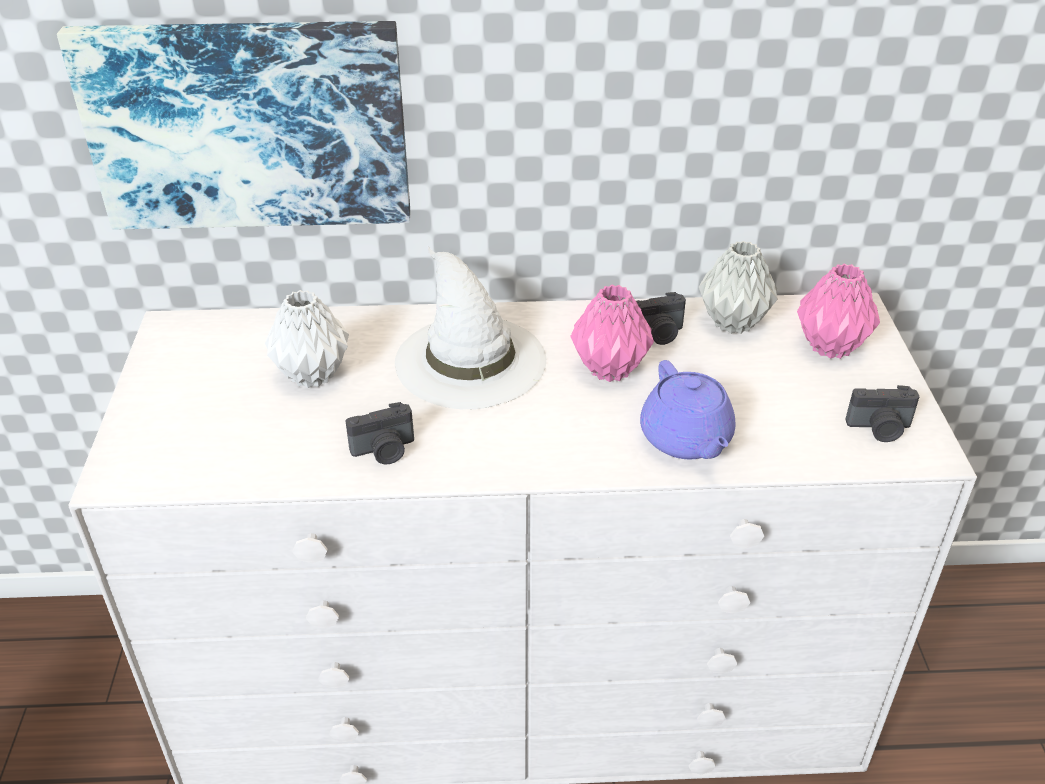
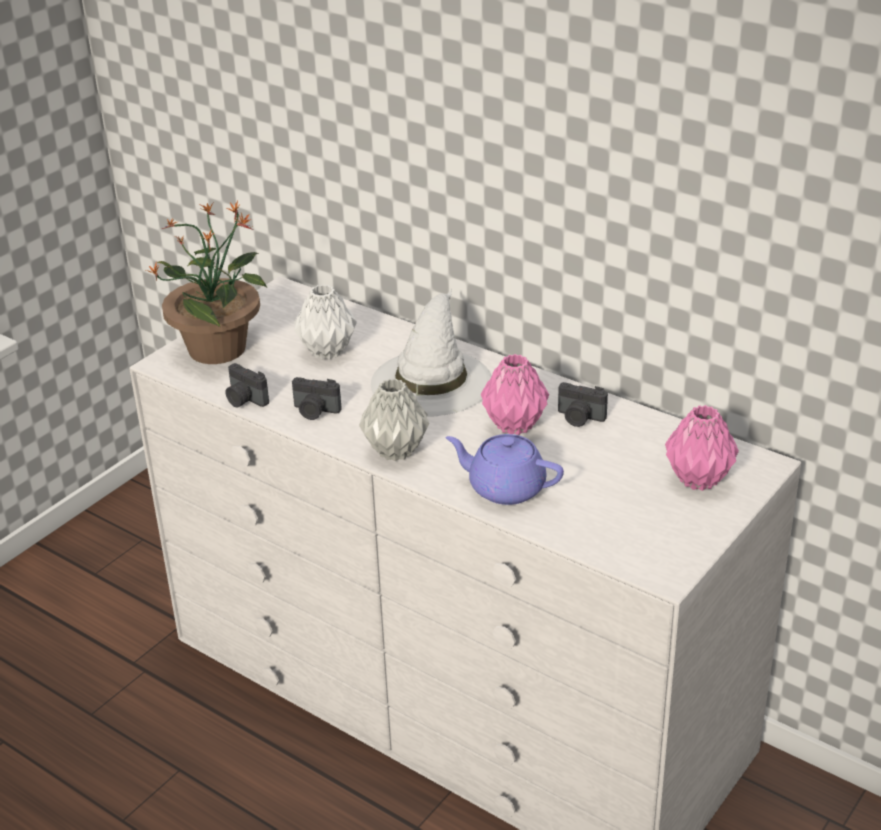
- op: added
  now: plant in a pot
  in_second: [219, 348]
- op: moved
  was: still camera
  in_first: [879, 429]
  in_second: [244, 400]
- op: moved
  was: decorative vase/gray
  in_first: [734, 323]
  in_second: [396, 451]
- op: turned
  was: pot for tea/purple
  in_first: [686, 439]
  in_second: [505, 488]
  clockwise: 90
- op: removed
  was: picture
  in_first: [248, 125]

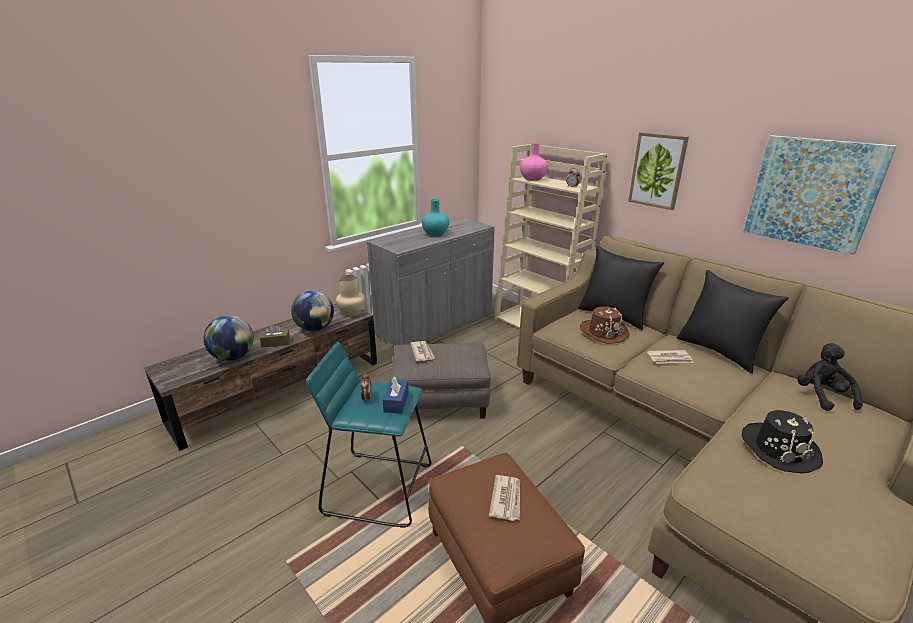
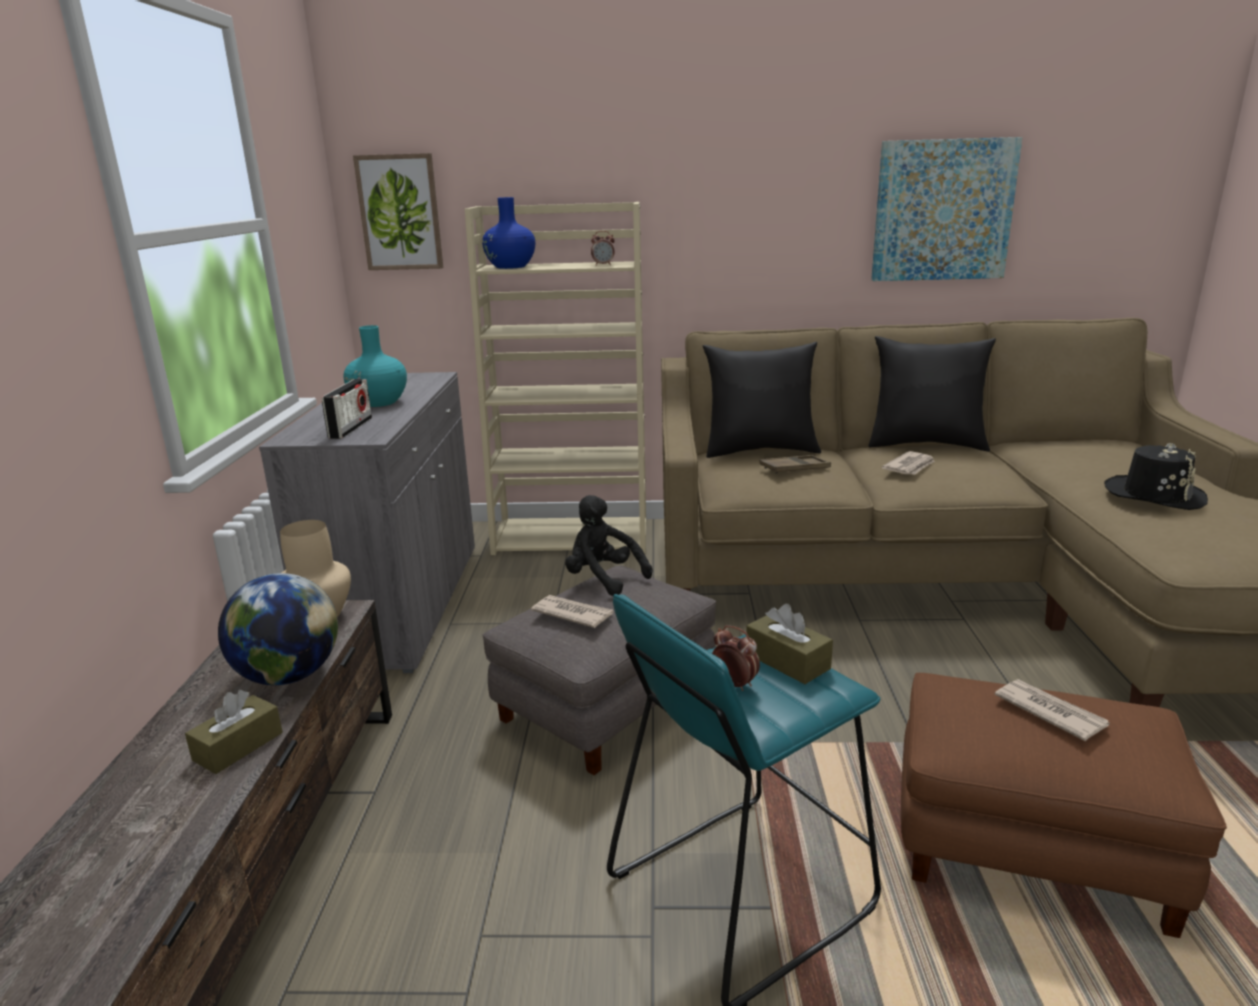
- op: added
  now: radio set
  in_second: [351, 428]
- op: moved
  was: picture
  in_first: [657, 170]
  in_second: [400, 212]
- op: recoloured
  was: decorative vase/pink-coloured
  now: decorative vase/blue-coloured
  in_first: [532, 179]
  in_second: [510, 267]
- op: moved
  was: cuddly toy/black
  in_first: [821, 396]
  in_second: [603, 579]
- op: recoloured
  was: box of tissues/blue-coloured
  now: box of tissues/brownish
  in_first: [396, 402]
  in_second: [787, 661]
- op: replaced
  was: clothing hat/brownish
  now: serving tray/brownish
  in_first: [603, 332]
  in_second: [794, 469]
- op: removed
  was: world globe
  in_first: [233, 357]

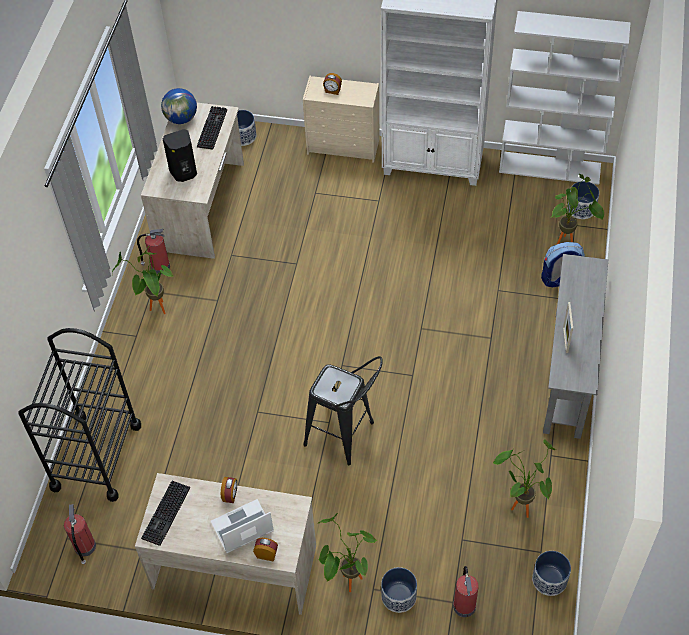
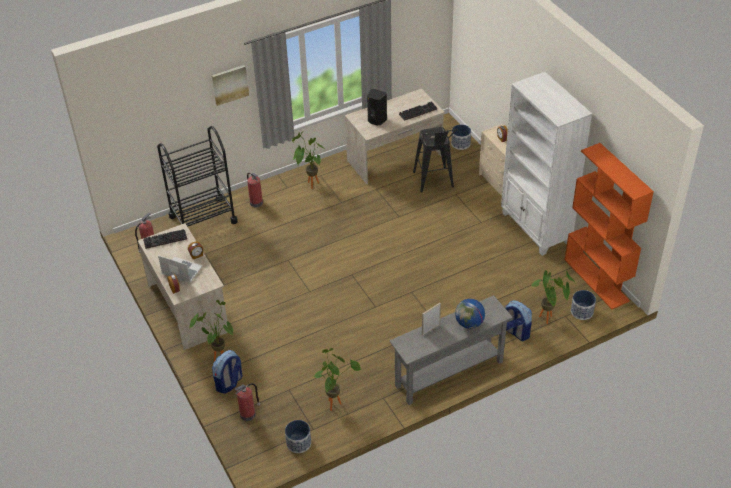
- op: added
  now: picture
  in_second: [230, 84]
- op: replaced
  was: flower pot
  now: rucksack
  in_first: [399, 596]
  in_second: [229, 383]
- op: moved
  was: extinguisher
  in_first: [159, 267]
  in_second: [256, 202]
- op: moved
  was: stool/black
  in_first: [346, 437]
  in_second: [434, 183]
- op: moved
  was: world globe
  in_first: [181, 118]
  in_second: [469, 323]
- op: recoloured
  was: shelving unit/white-coloured
  now: shelving unit/orange
  in_first: [550, 168]
  in_second: [597, 280]

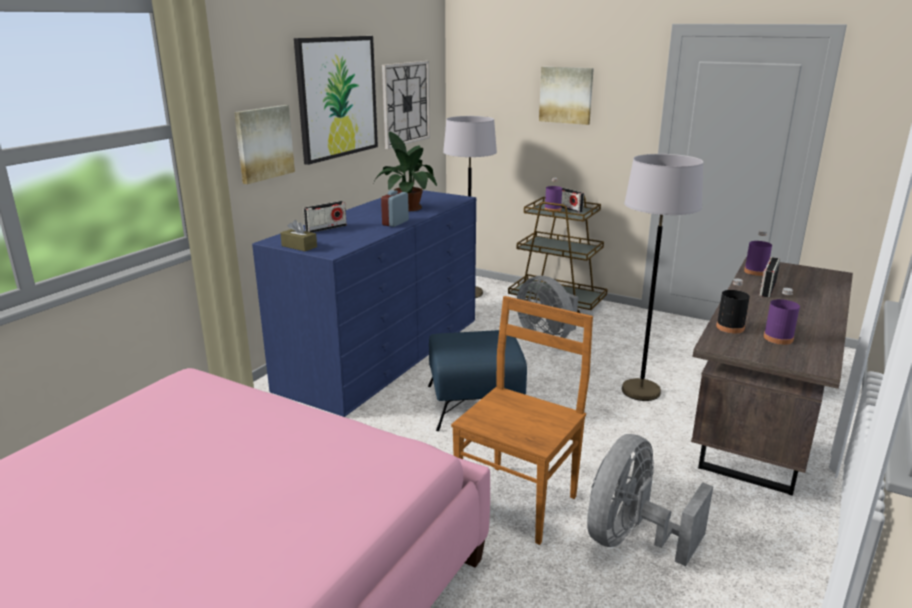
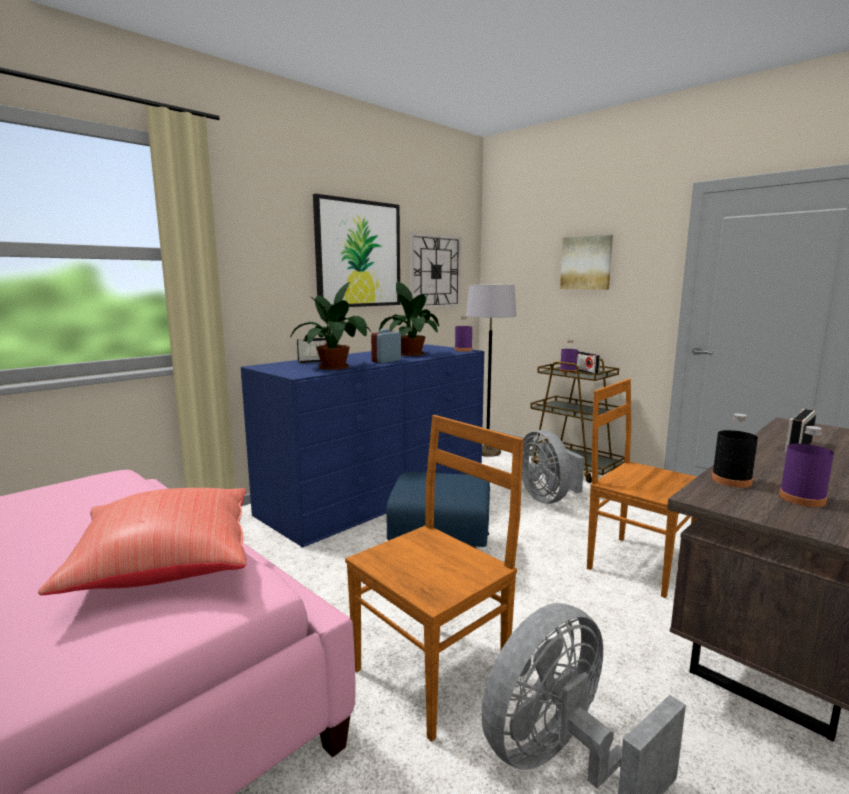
- op: added
  now: pillow/red-coloured
  in_second: [165, 566]
- op: added
  now: plant in a pot
  in_second: [336, 367]
- op: moved
  was: drink bottle/purple
  in_first: [755, 272]
  in_second: [463, 350]
- op: replaced
  was: standard lamp/gray
  now: plain chair/brownish
  in_first: [640, 391]
  in_second: [637, 564]
- op: removed
  was: picture
  in_first: [263, 143]
- op: removed
  was: box of tissues/brownish
  in_first: [299, 246]

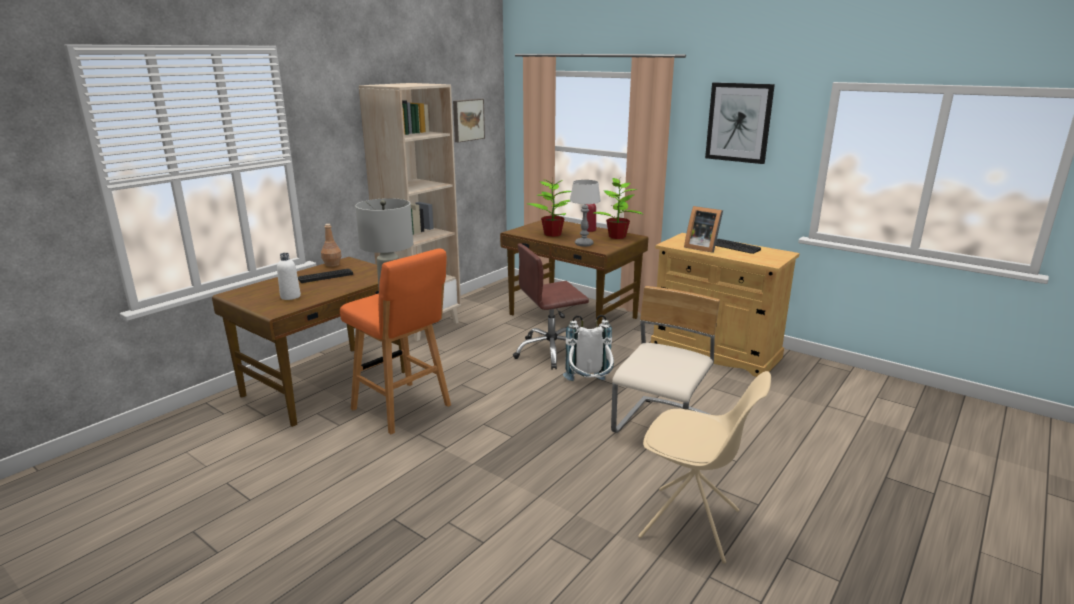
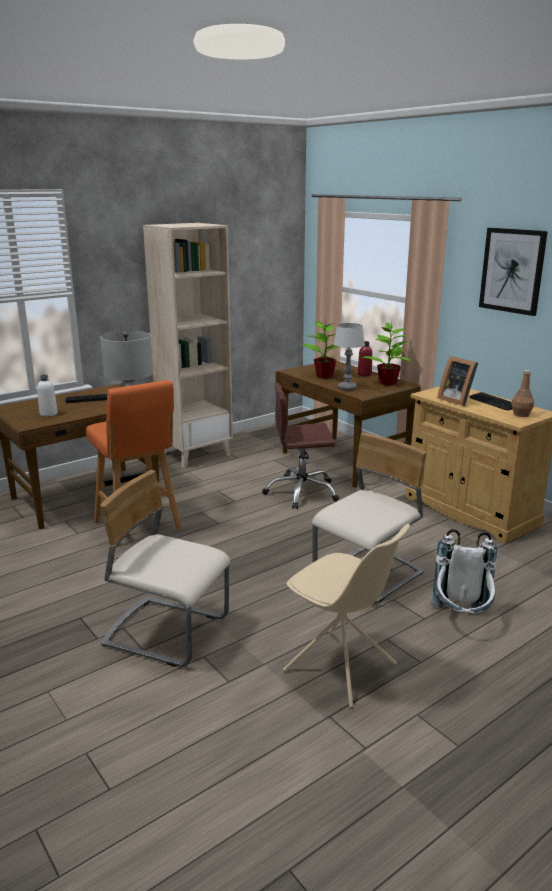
- op: added
  now: plain chair/beige-coloured
  in_second: [167, 632]
- op: moved
  was: rucksack/white-coloured
  in_first: [589, 387]
  in_second: [461, 619]
- op: moved
  was: drink bottle/brownish
  in_first: [332, 264]
  in_second: [521, 414]
- op: removed
  was: picture
  in_first: [467, 120]

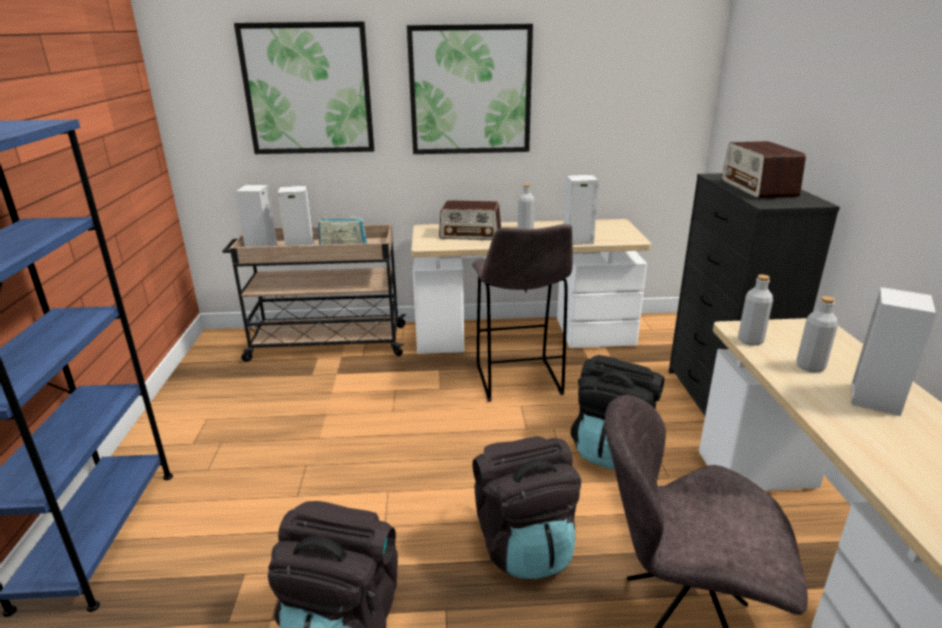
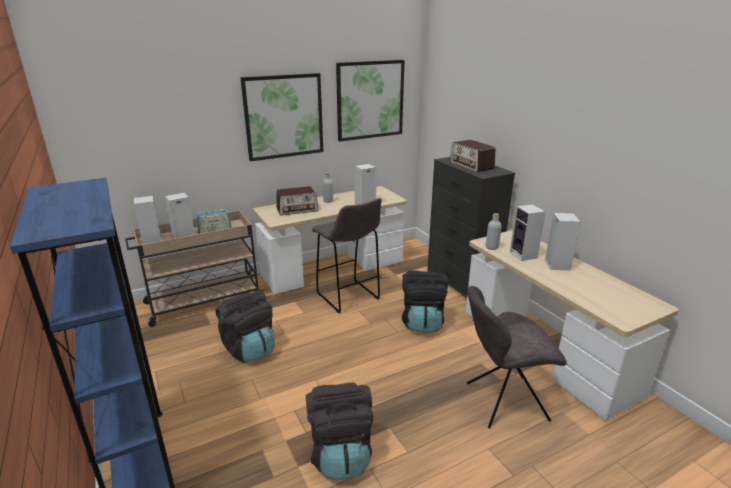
- op: moved
  was: rucksack/black
  in_first: [524, 544]
  in_second: [249, 349]
- op: moved
  was: picture
  in_first: [308, 89]
  in_second: [370, 100]
- op: replaced
  was: drink bottle/gray
  now: audio speaker
  in_first: [810, 366]
  in_second: [524, 255]

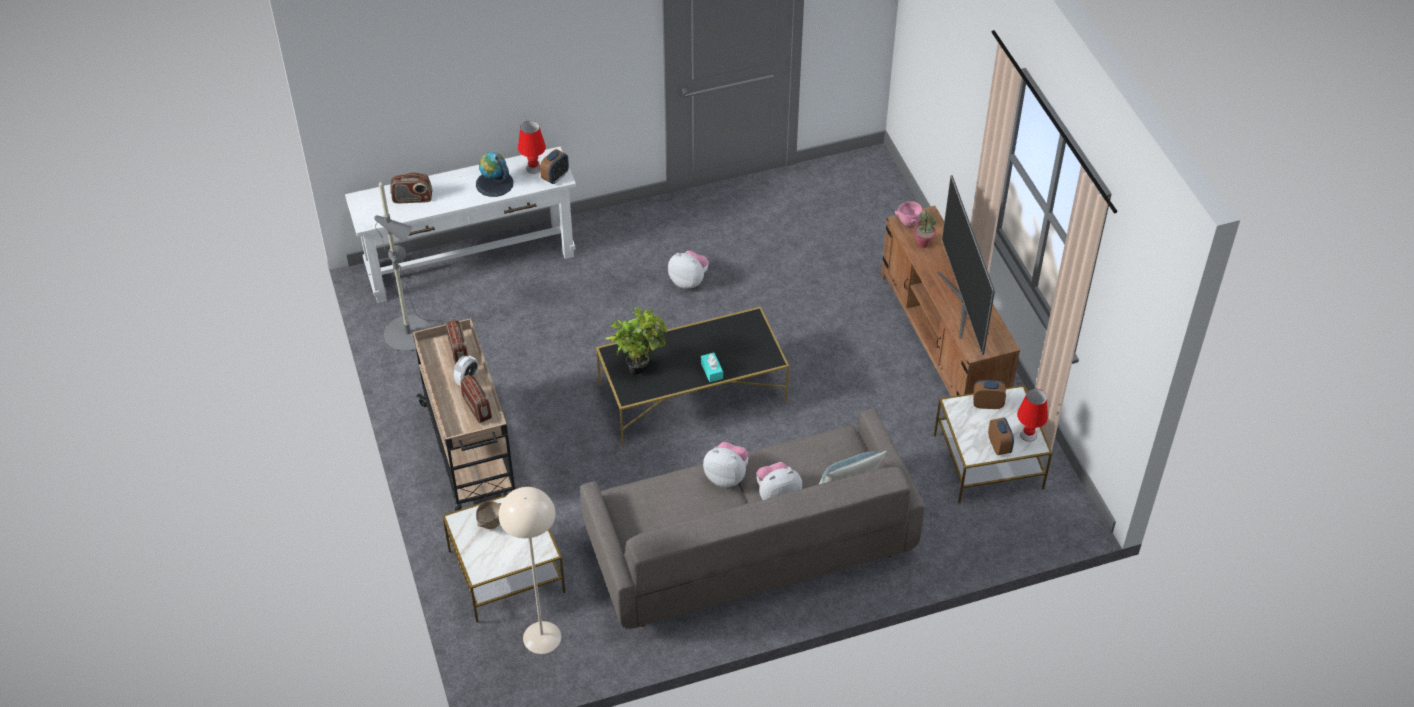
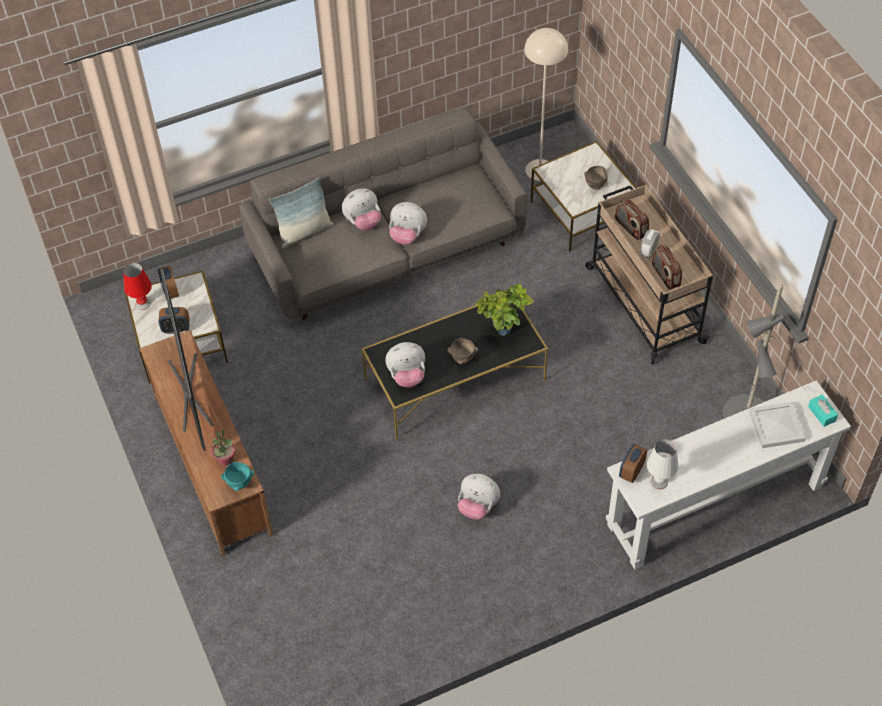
- op: recoloured
  was: bowl/pink-coloured
  now: bowl/turquoise
  in_first: [909, 223]
  in_second: [239, 484]
- op: added
  now: cuddly toy
  in_second: [407, 376]
- op: added
  now: bowl/brownish
  in_second: [462, 359]
- op: recoloured
  was: lamp for a table/red-coloured
  now: lamp for a table/white-coloured
  in_first: [533, 168]
  in_second: [659, 481]
- op: replaced
  was: radio set
  now: serving tray/white-coloured
  in_first: [412, 198]
  in_second: [776, 427]
- op: moved
  was: box of tissues/turquoise
  in_first: [711, 371]
  in_second: [821, 414]
- op: removed
  was: world globe
  in_first: [494, 183]

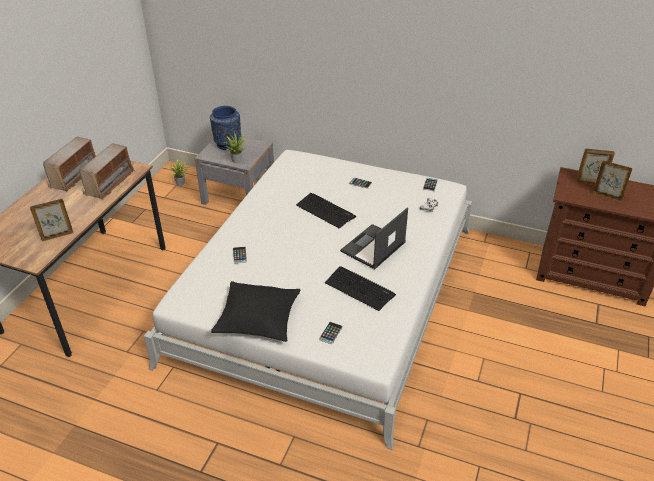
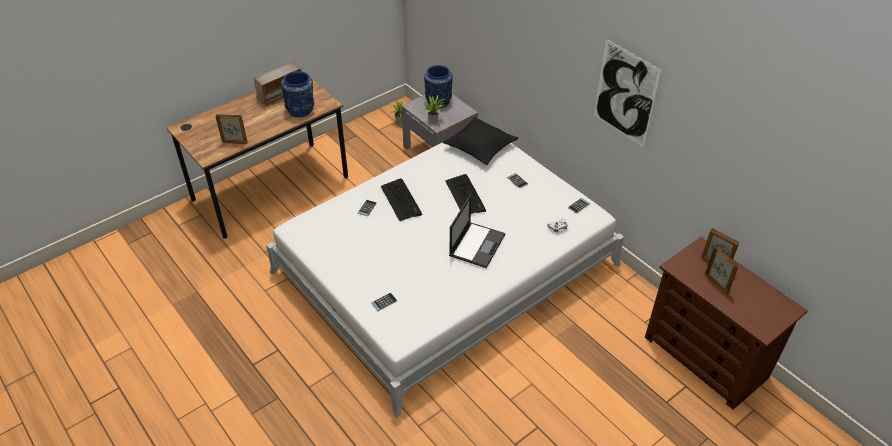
- op: replaced
  was: radio set
  now: decorative vase/blue-coloured
  in_first: [110, 183]
  in_second: [301, 110]
- op: moved
  was: PC keyboard
  in_first: [359, 288]
  in_second: [401, 200]
- op: moved
  was: pillow/black
  in_first: [258, 318]
  in_second: [480, 147]
- op: turned
  was: portable computer
  in_first: [373, 247]
  in_second: [477, 244]
  clockwise: 135
- op: added
  now: picture
  in_second: [625, 94]

